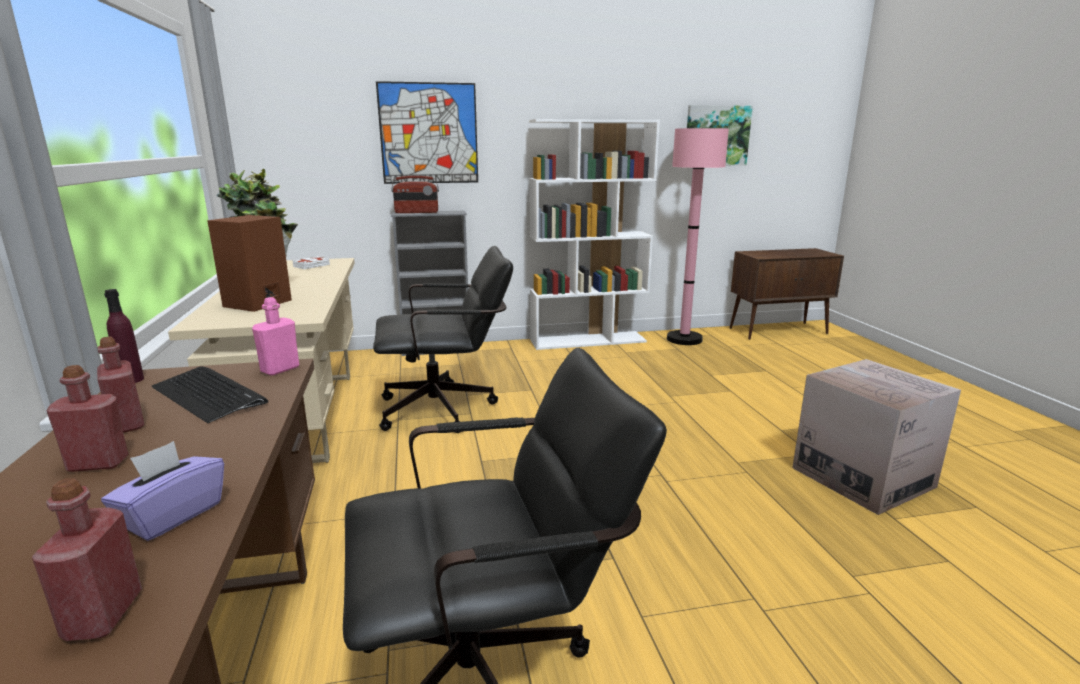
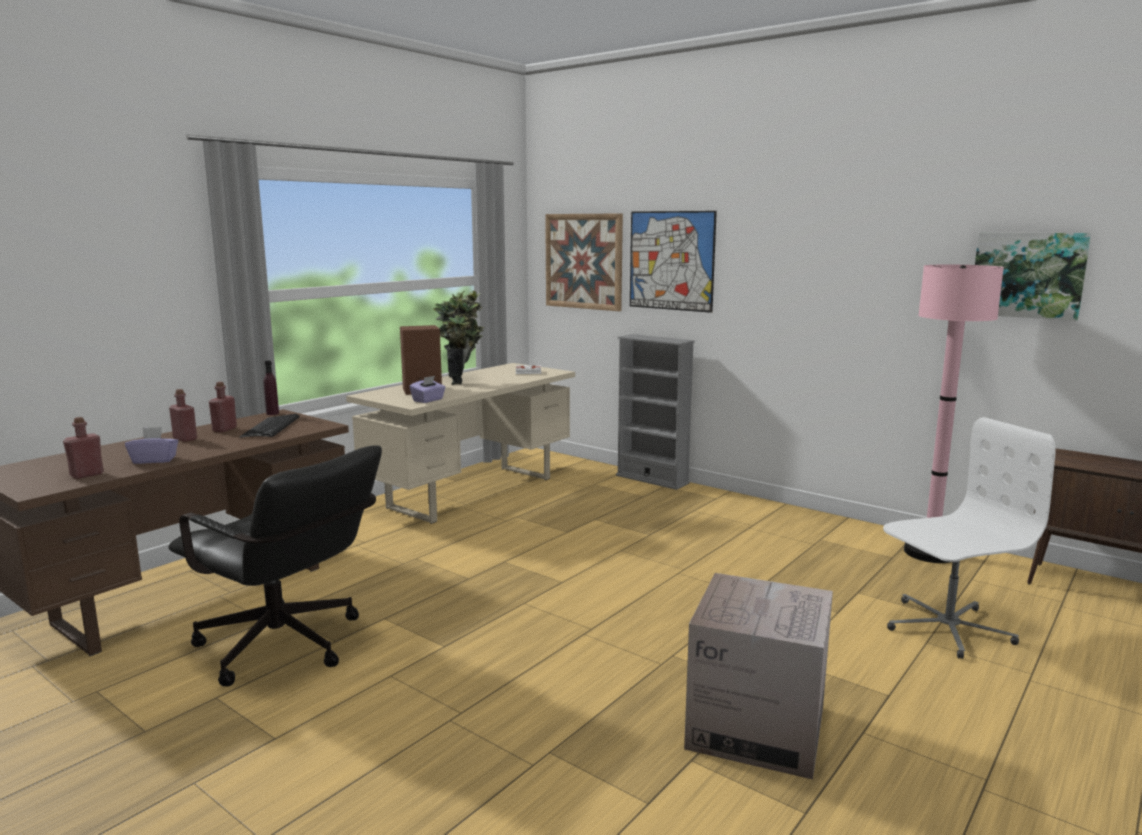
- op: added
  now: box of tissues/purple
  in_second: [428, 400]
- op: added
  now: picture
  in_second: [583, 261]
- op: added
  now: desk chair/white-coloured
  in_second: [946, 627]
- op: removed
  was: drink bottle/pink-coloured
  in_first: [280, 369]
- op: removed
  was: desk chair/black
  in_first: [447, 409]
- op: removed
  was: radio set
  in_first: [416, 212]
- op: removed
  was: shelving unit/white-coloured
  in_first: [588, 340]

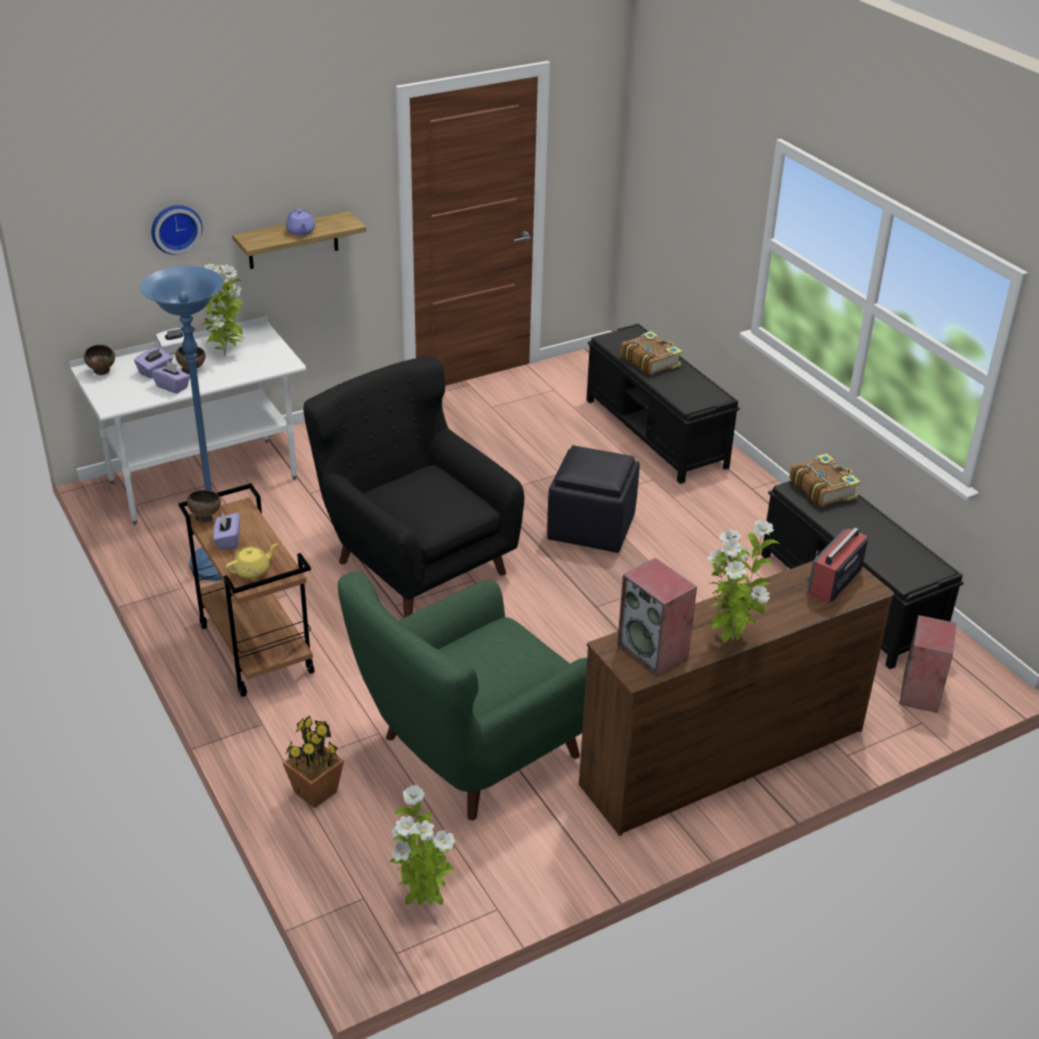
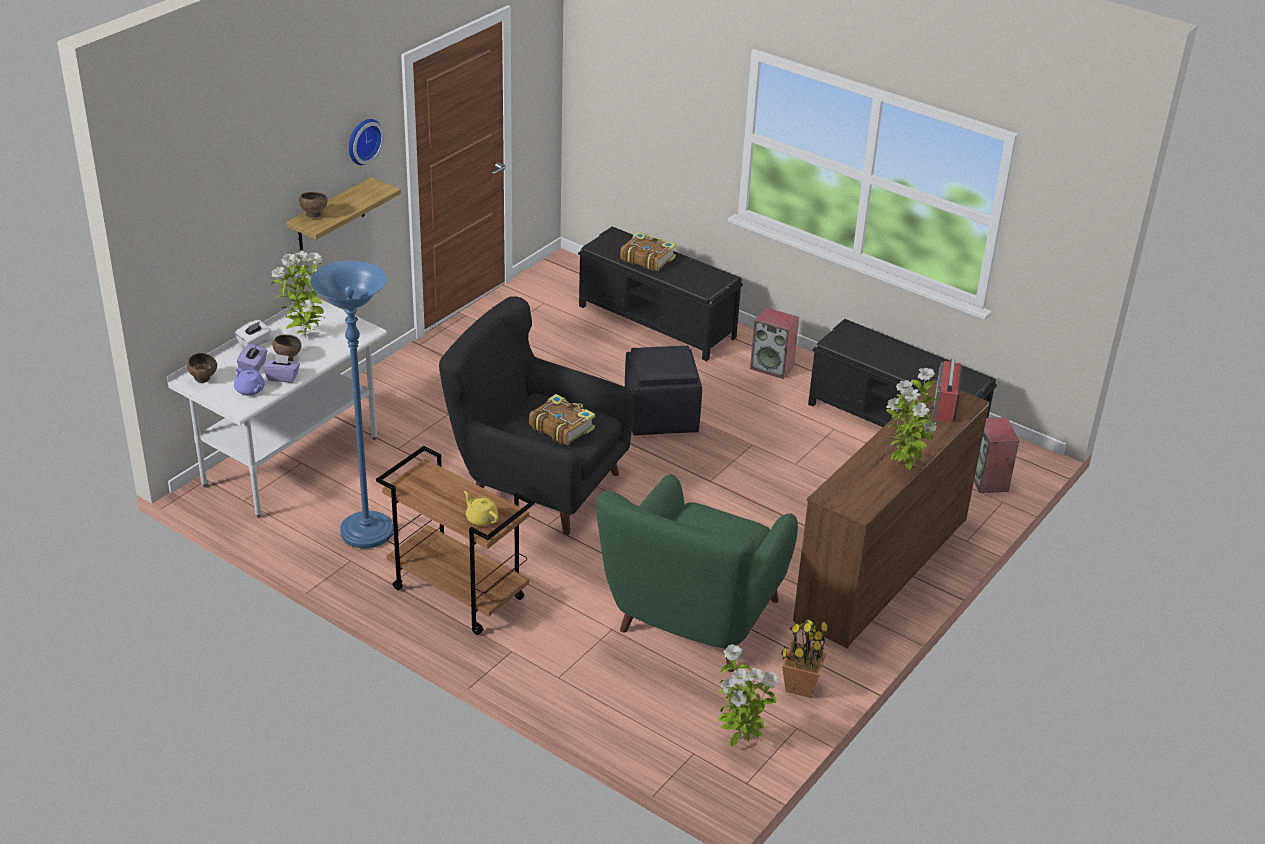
- op: moved
  was: pot for tea/purple
  in_first: [301, 231]
  in_second: [250, 390]
- op: moved
  was: bowl/brownish
  in_first: [205, 518]
  in_second: [313, 215]
- op: moved
  was: hanging clock
  in_first: [175, 228]
  in_second: [362, 140]
- op: turned
  was: pot for tea/yellow-coloured
  in_first: [253, 571]
  in_second: [481, 518]
  clockwise: -75
- op: moved
  was: volume
  in_first: [822, 488]
  in_second: [561, 427]
- op: moved
  was: audio speaker
  in_first: [653, 652]
  in_second: [772, 367]
- op: moved
  was: plant in a pot
  in_first: [315, 792]
  in_second: [800, 686]
- op: removed
  was: box of tissues/purple
  in_first: [228, 540]

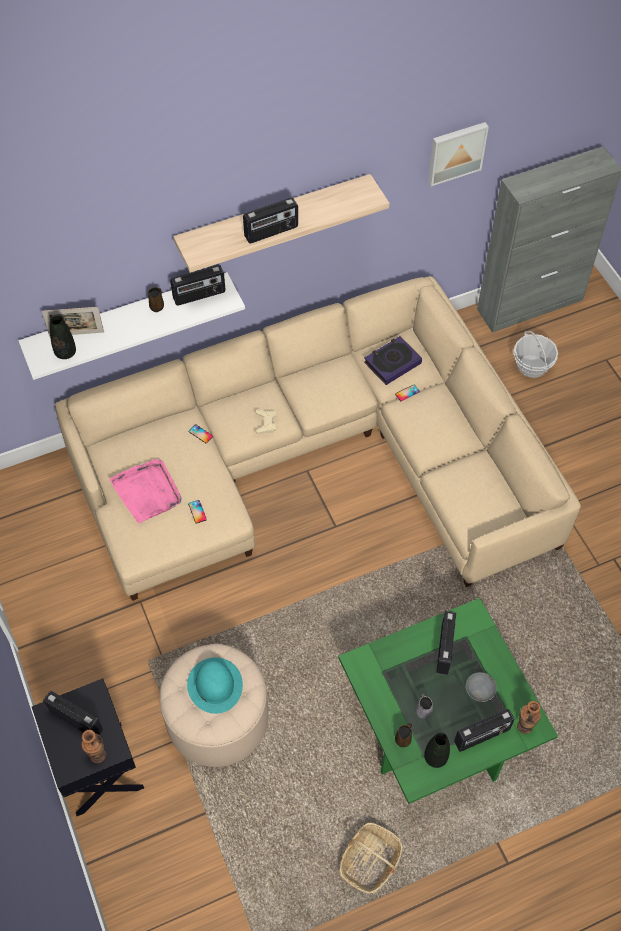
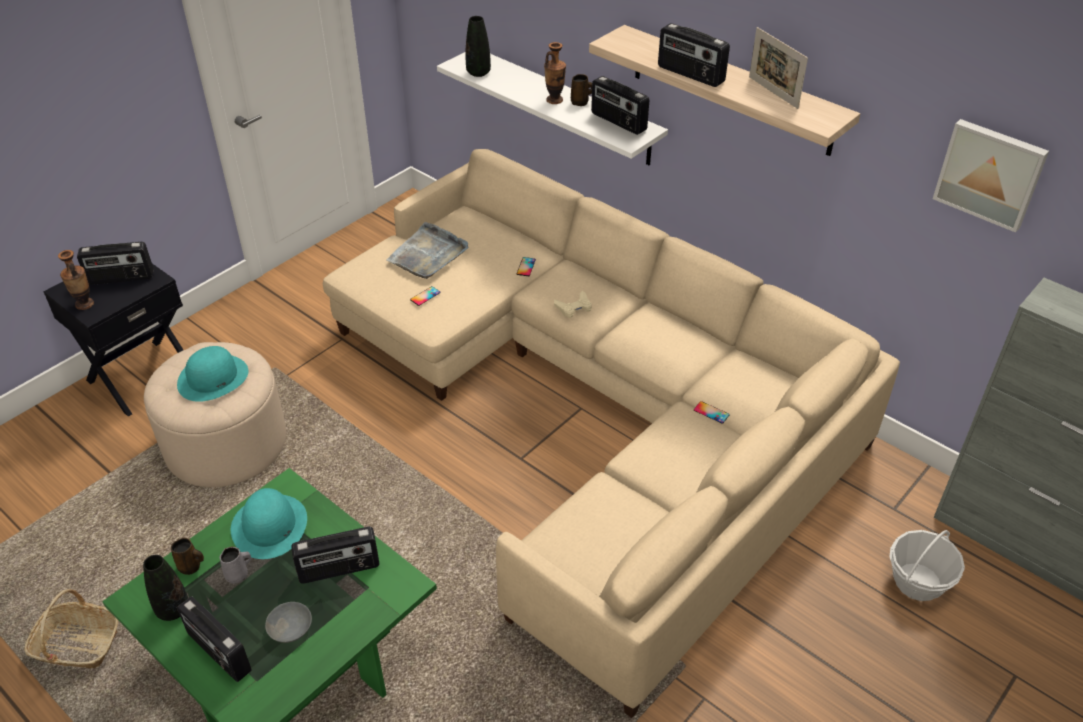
- op: turned
  was: radio set
  in_first: [76, 720]
  in_second: [121, 278]
  clockwise: 75
- op: added
  now: clothing hat/turquoise
  in_second: [270, 526]
- op: recoloured
  was: serving tray/pink-coloured
  now: serving tray/gray
  in_first: [147, 492]
  in_second: [428, 254]
- op: moved
  was: decorative vase
  in_first: [524, 726]
  in_second: [554, 100]
- op: moved
  was: standing frame
  in_first: [76, 334]
  in_second: [773, 92]
- op: removed
  was: volume
  in_first: [392, 363]

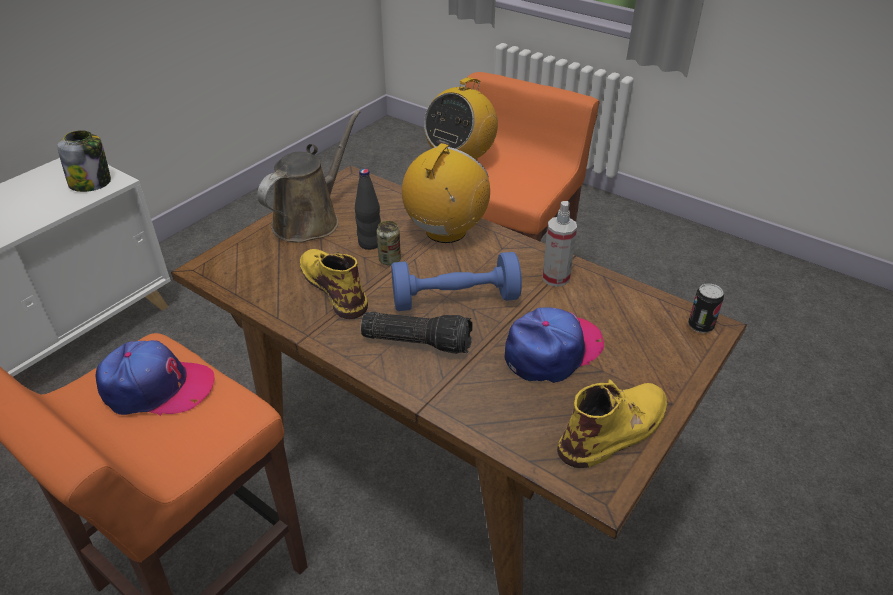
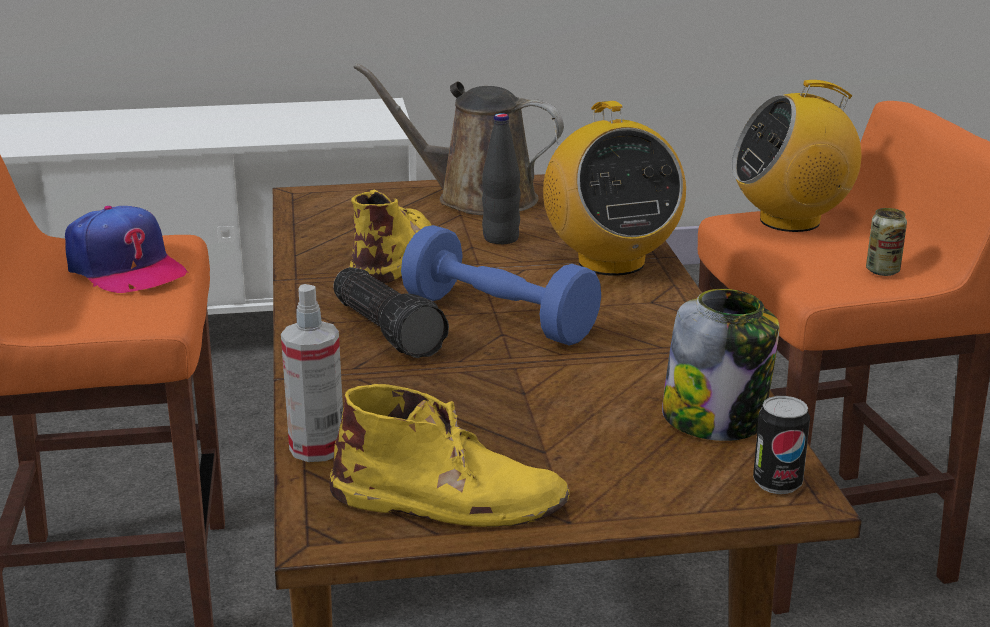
- op: moved
  was: spray bottle
  in_first: [555, 278]
  in_second: [317, 448]
- op: turned
  was: watering pot/brownish
  in_first: [310, 220]
  in_second: [476, 198]
  clockwise: -150
- op: turned
  was: radio set
  in_first: [445, 231]
  in_second: [610, 262]
  clockwise: 90
- op: moved
  was: jar
  in_first: [91, 183]
  in_second: [715, 420]
- op: moved
  was: metal can
  in_first: [389, 260]
  in_second: [882, 271]
- op: removed
  was: baseball cap
  in_first: [553, 351]

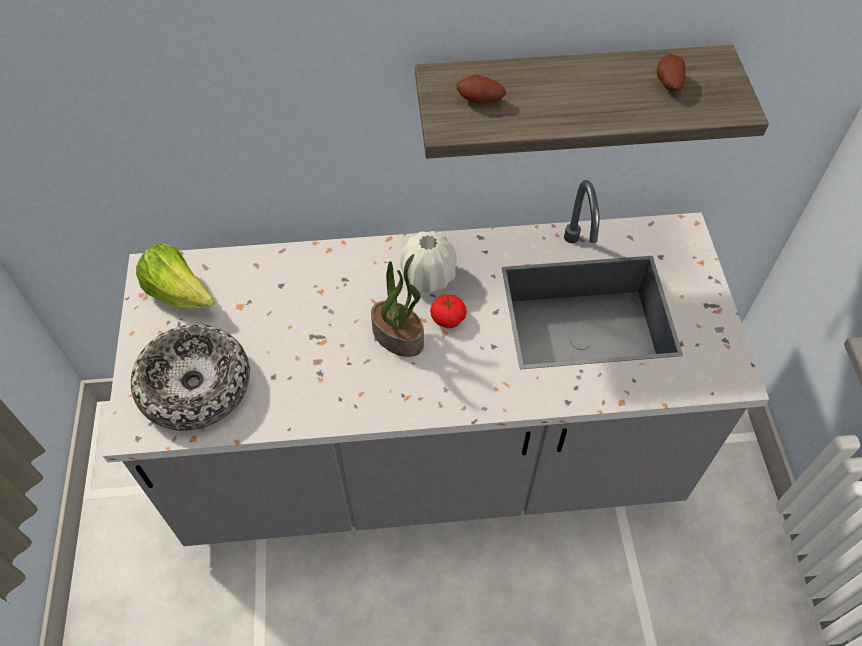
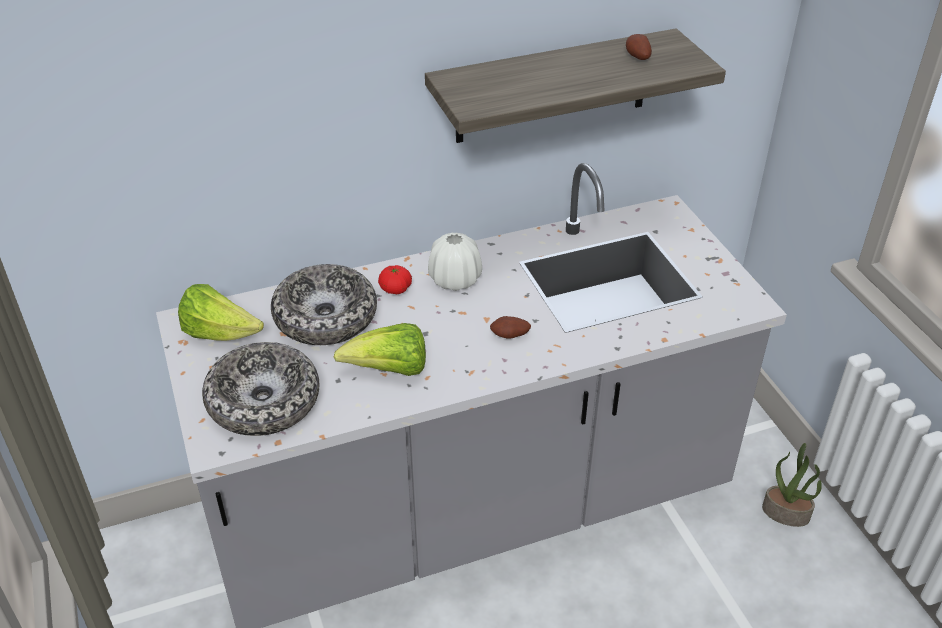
- op: added
  now: bowl
  in_second: [325, 317]
- op: added
  now: lettuce
  in_second: [389, 370]
- op: moved
  was: fresh tomato
  in_first: [448, 318]
  in_second: [395, 289]
- op: moved
  was: potato
  in_first: [480, 101]
  in_second: [510, 336]
- op: moved
  was: plant in a pot
  in_first: [399, 336]
  in_second: [786, 513]

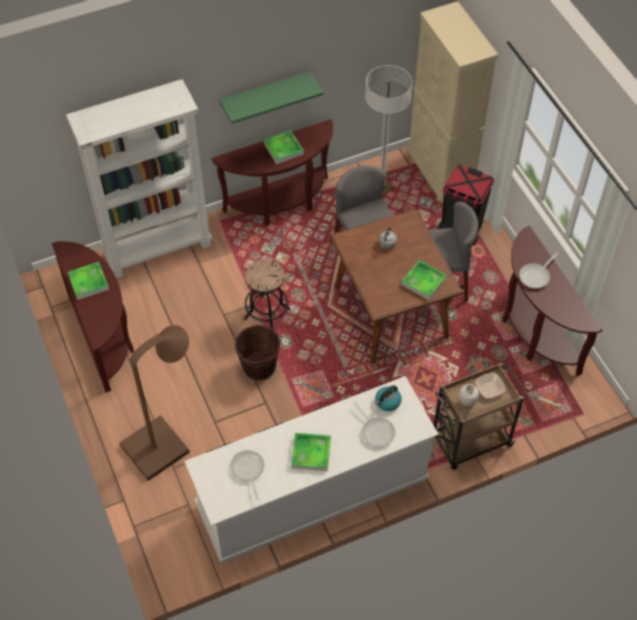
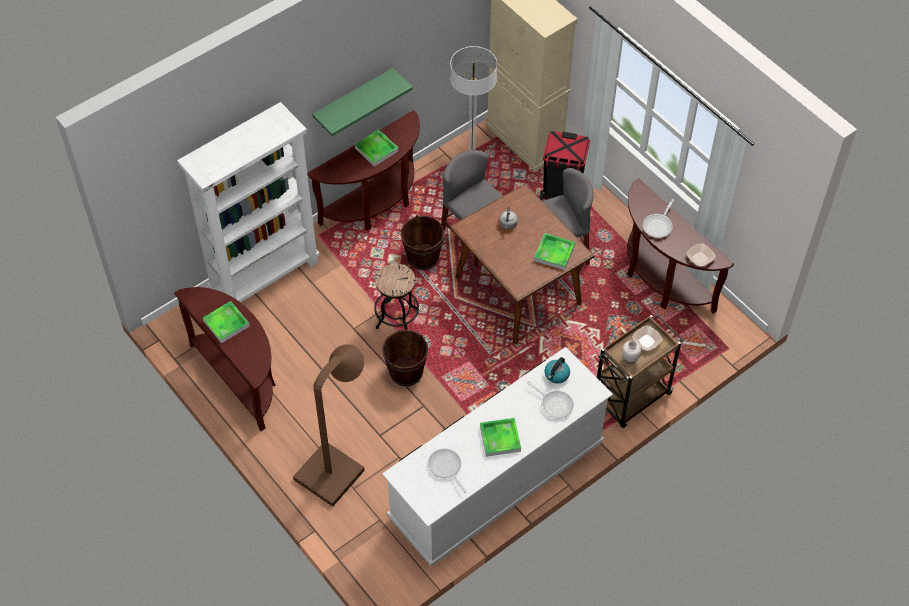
- op: added
  now: pail/brownish
  in_second: [423, 257]
- op: added
  now: bowl
  in_second: [700, 258]

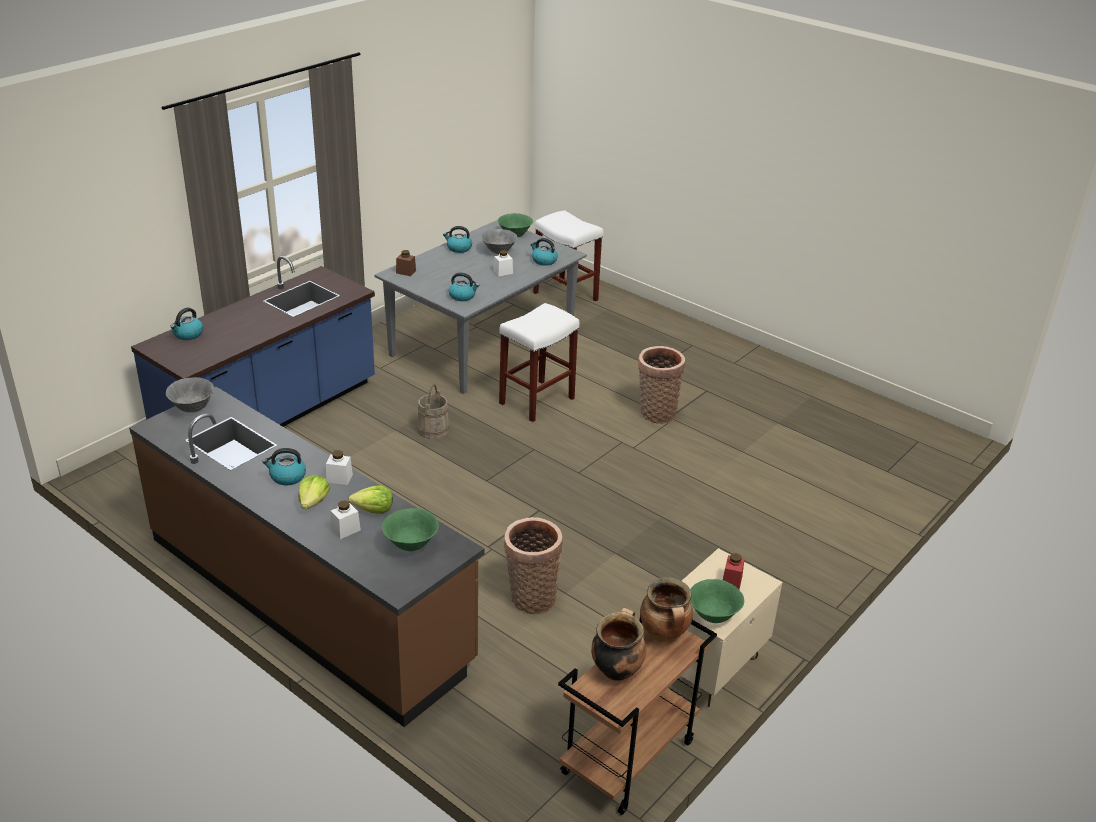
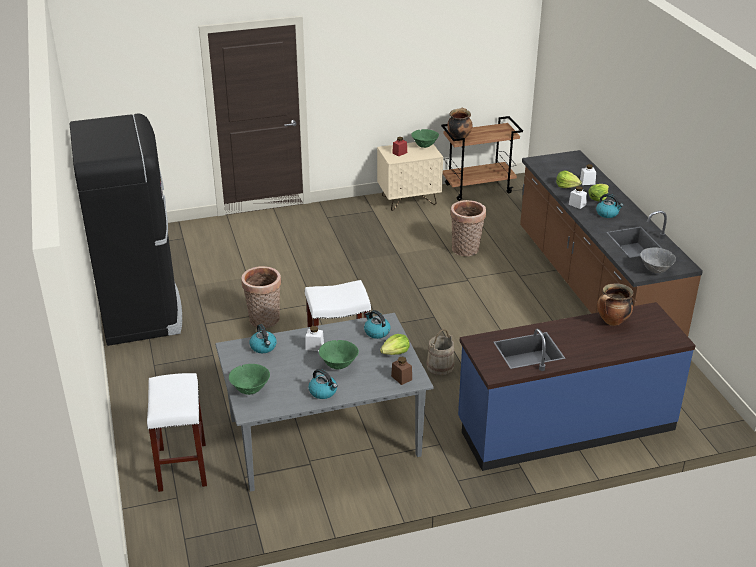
- op: added
  now: fridge/black
  in_second: [141, 309]
- op: moved
  was: bowl/green-coloured
  in_first: [411, 545]
  in_second: [338, 365]
- op: added
  now: lettuce
  in_second: [395, 352]
- op: moved
  was: stockpot
  in_first: [616, 669]
  in_second: [612, 321]
- op: removed
  was: tea kettle
  in_first: [188, 334]
- op: removed
  was: bowl/gray
  in_first: [499, 252]

